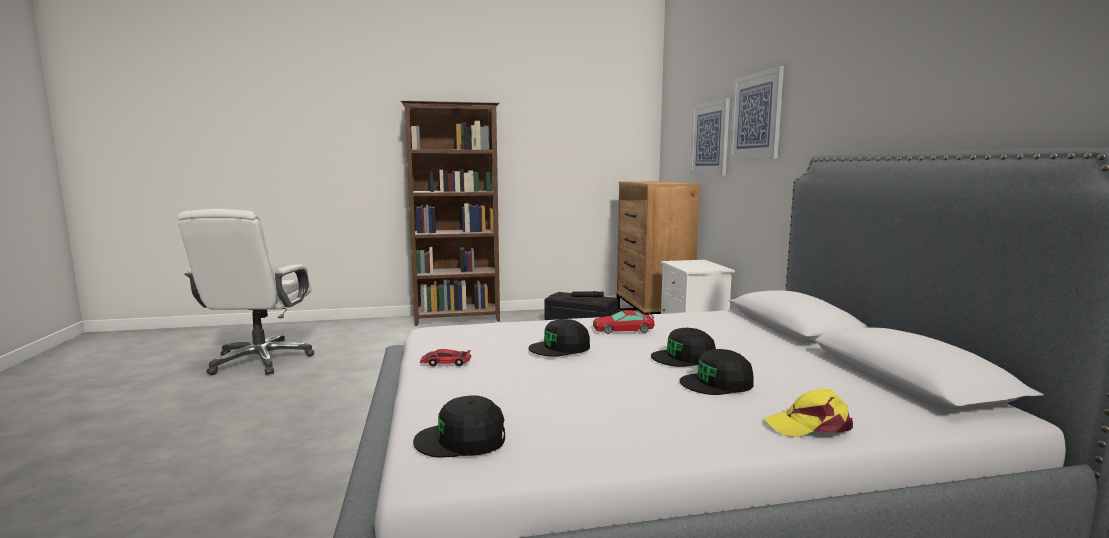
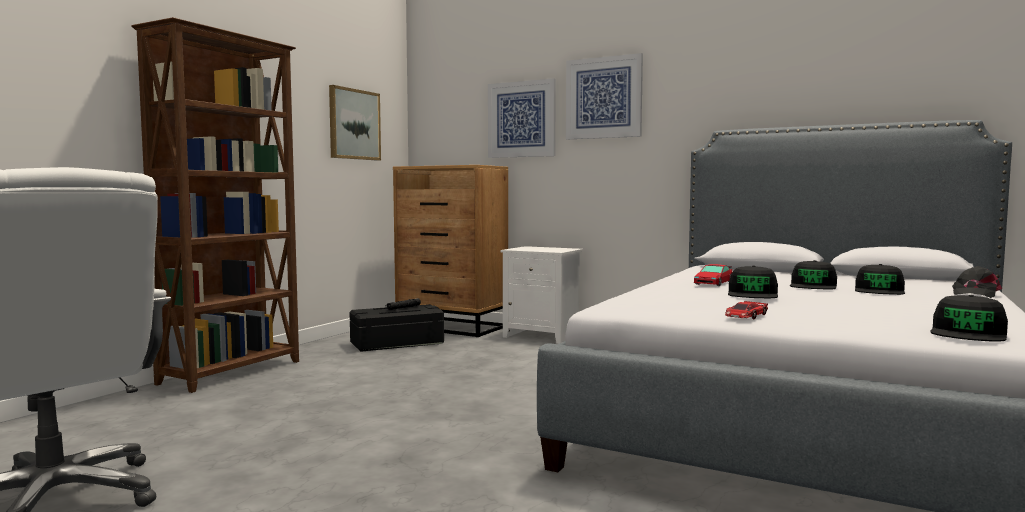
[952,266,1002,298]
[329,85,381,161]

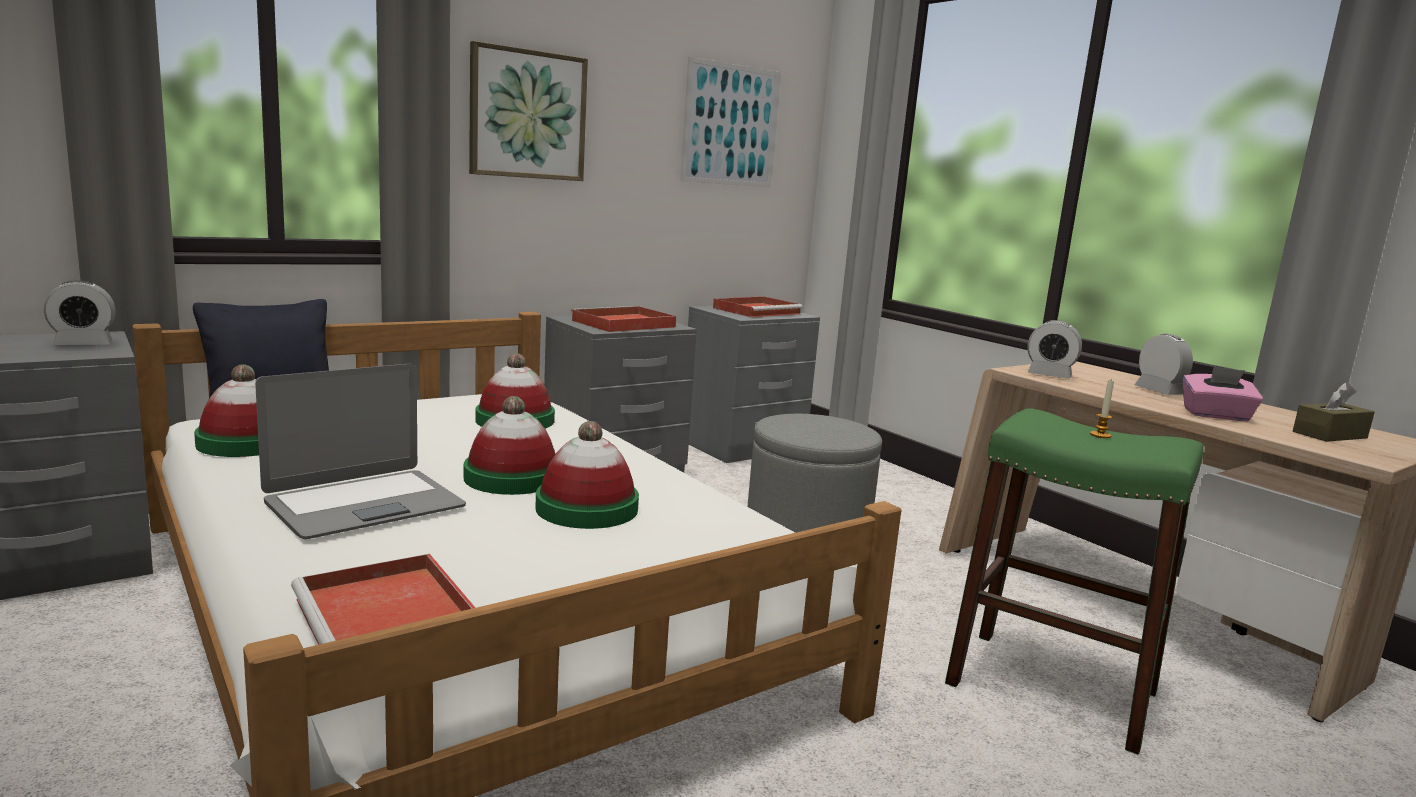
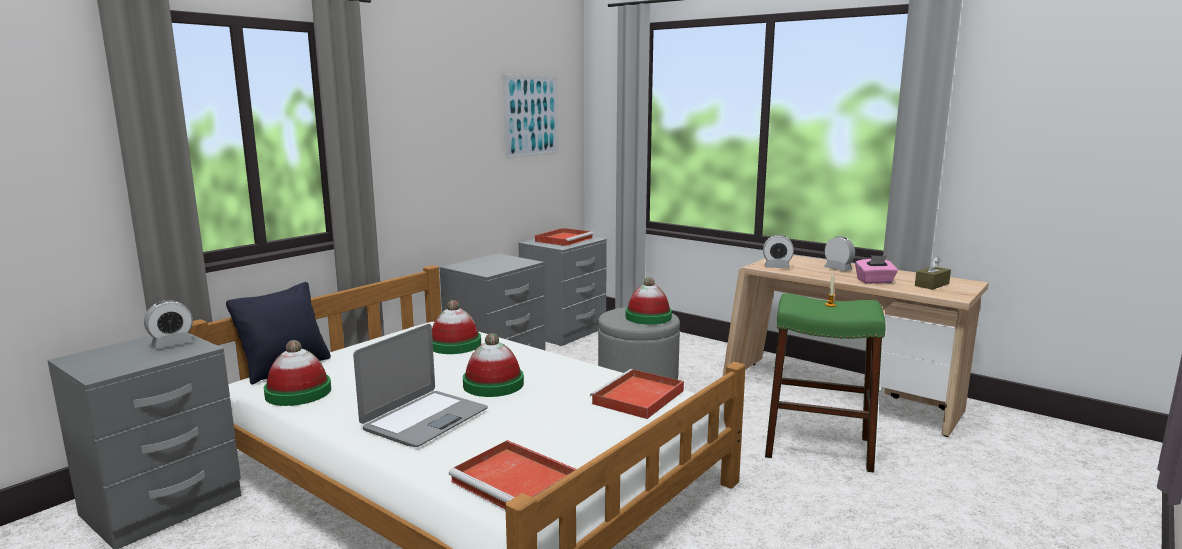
[469,41,588,181] (first image)
[590,369,684,419]
[625,277,672,325]

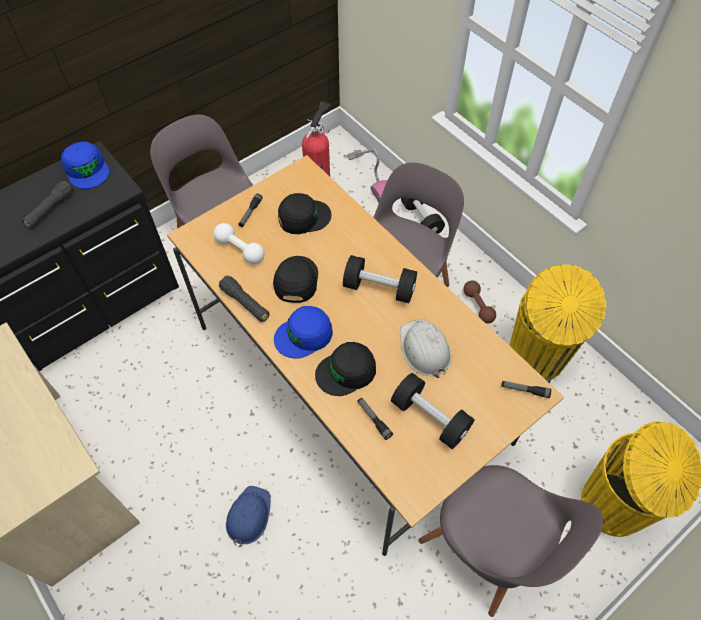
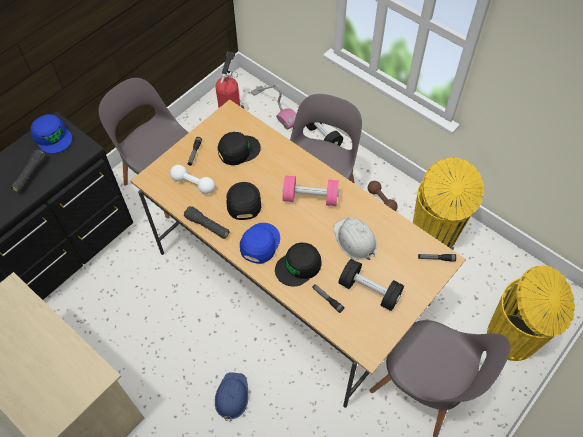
[282,175,339,206]
[240,223,280,264]

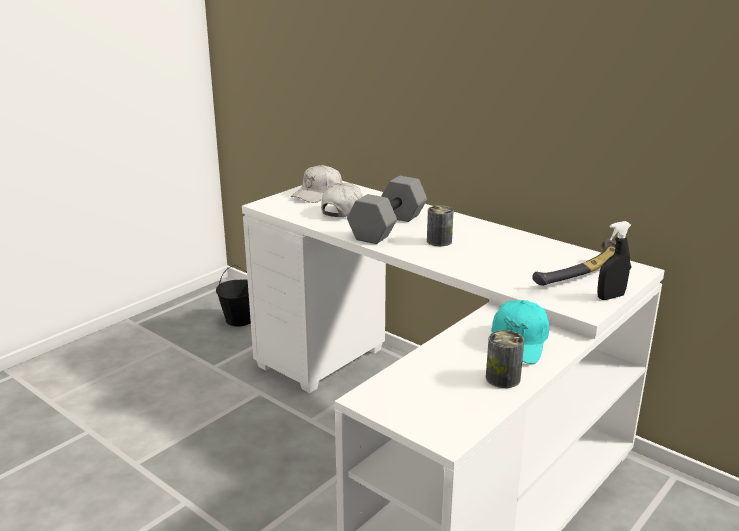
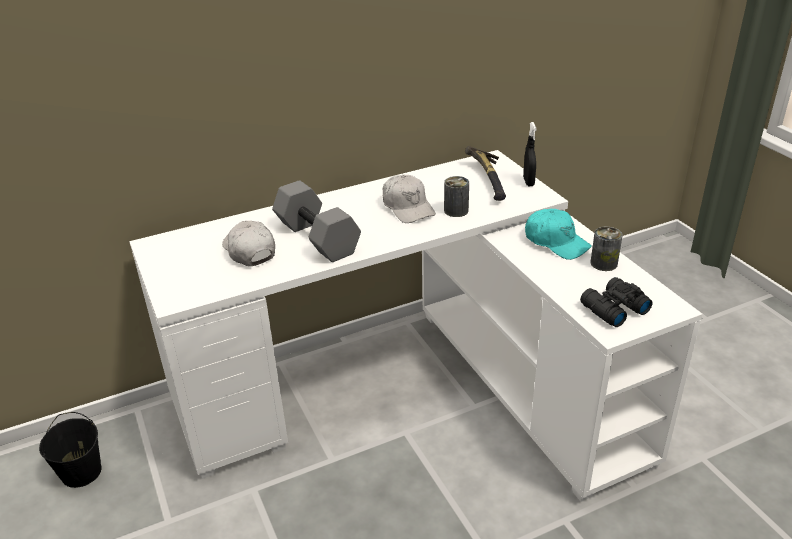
[383,175,436,223]
[444,176,469,217]
[580,277,652,327]

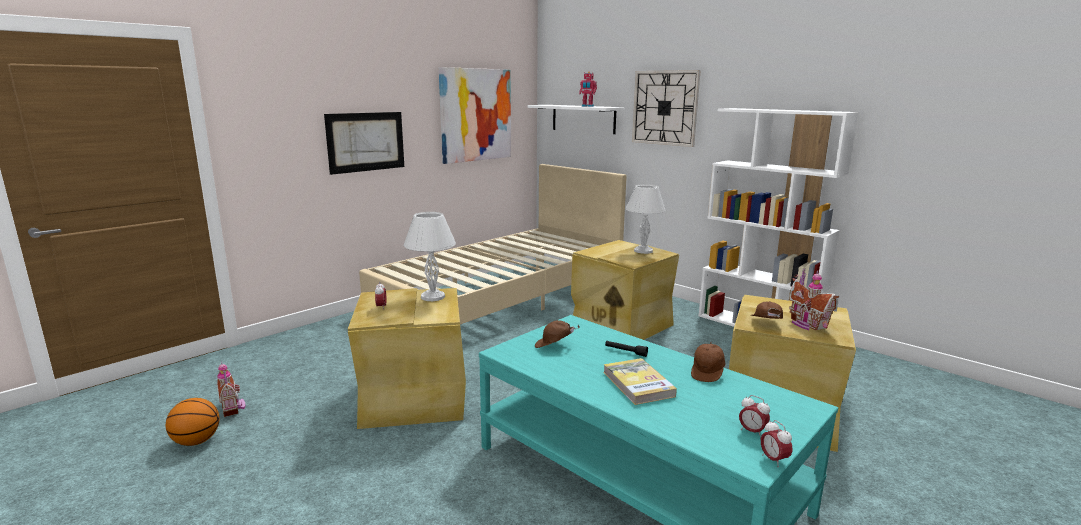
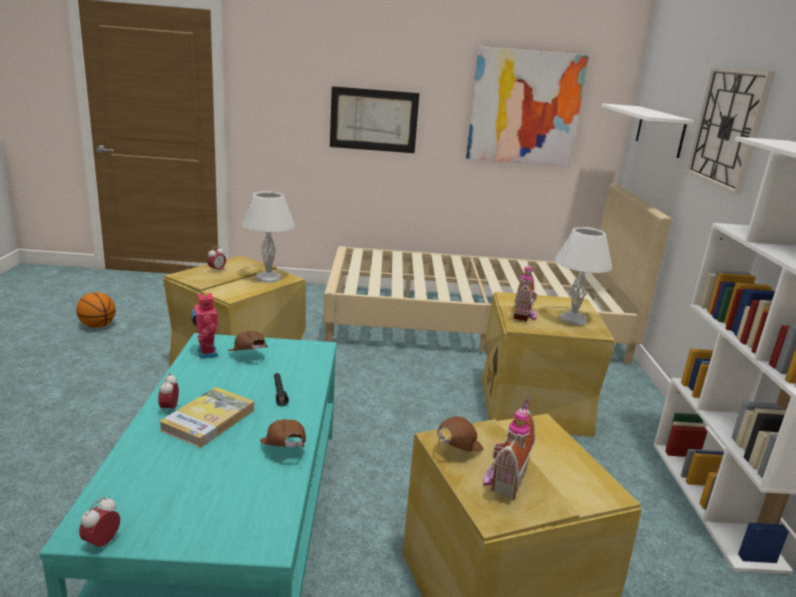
[191,291,218,359]
[260,419,306,447]
[513,263,538,321]
[158,373,179,414]

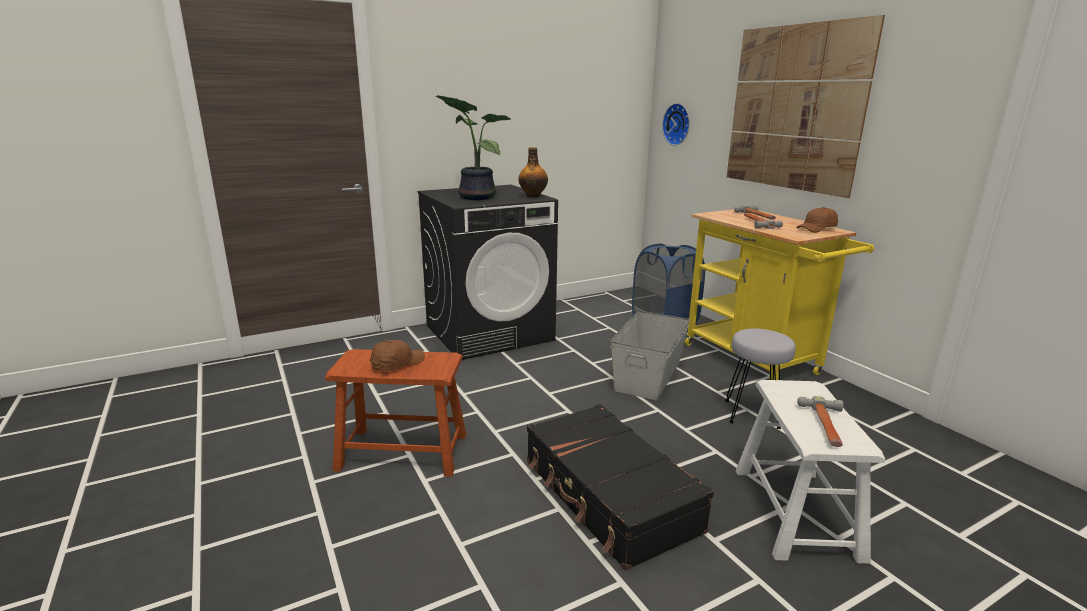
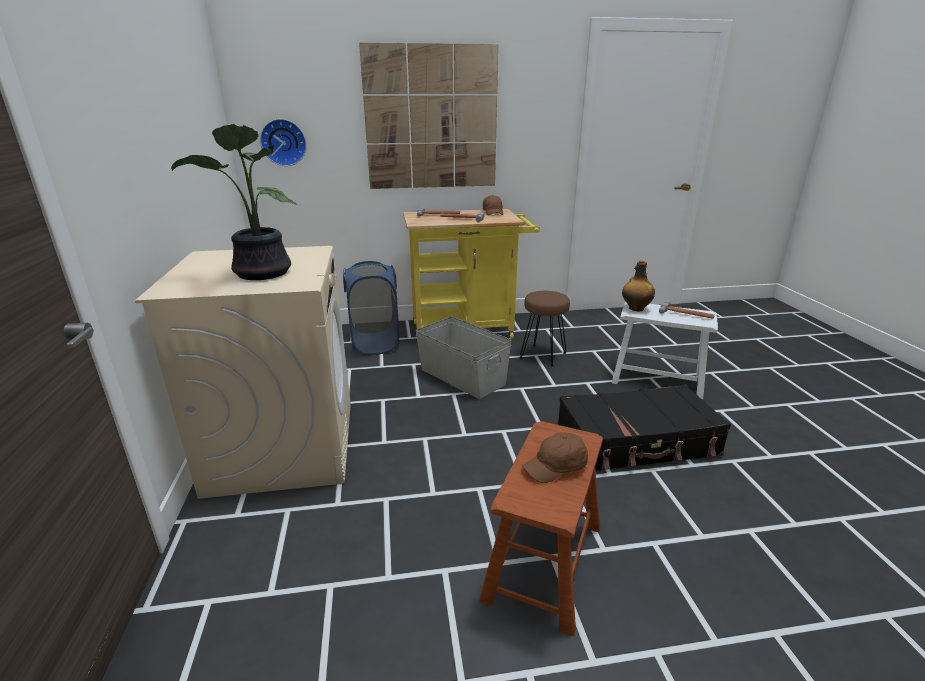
[622,261,655,311]
[135,246,351,499]
[519,291,570,366]
[522,432,588,483]

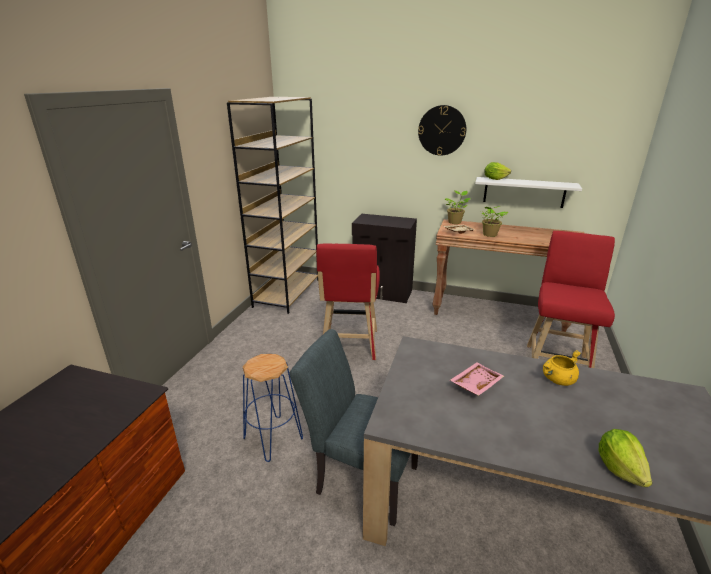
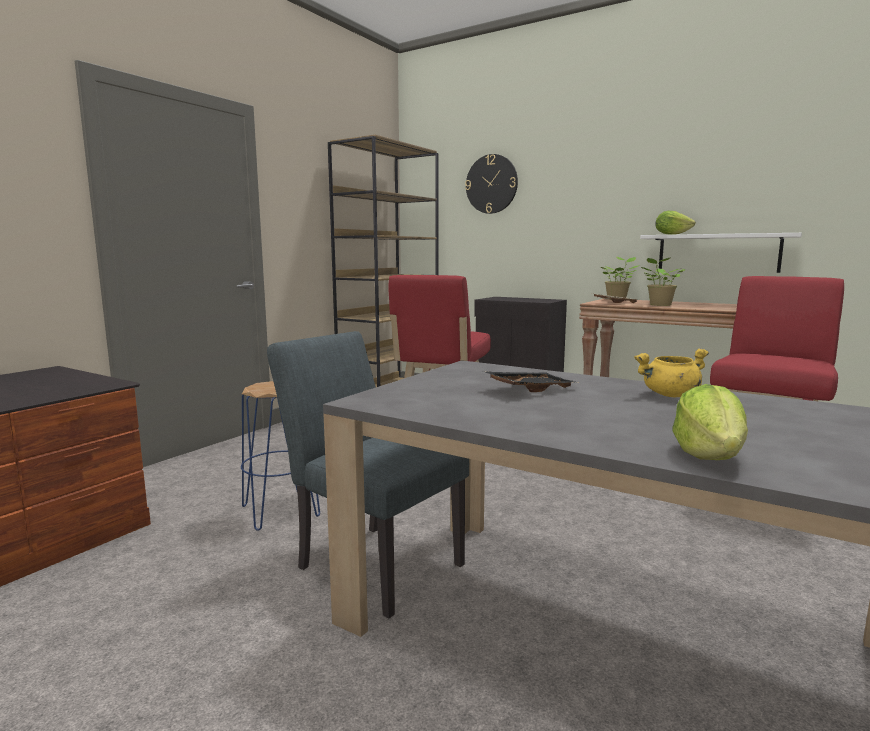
[465,154,518,214]
[483,371,578,392]

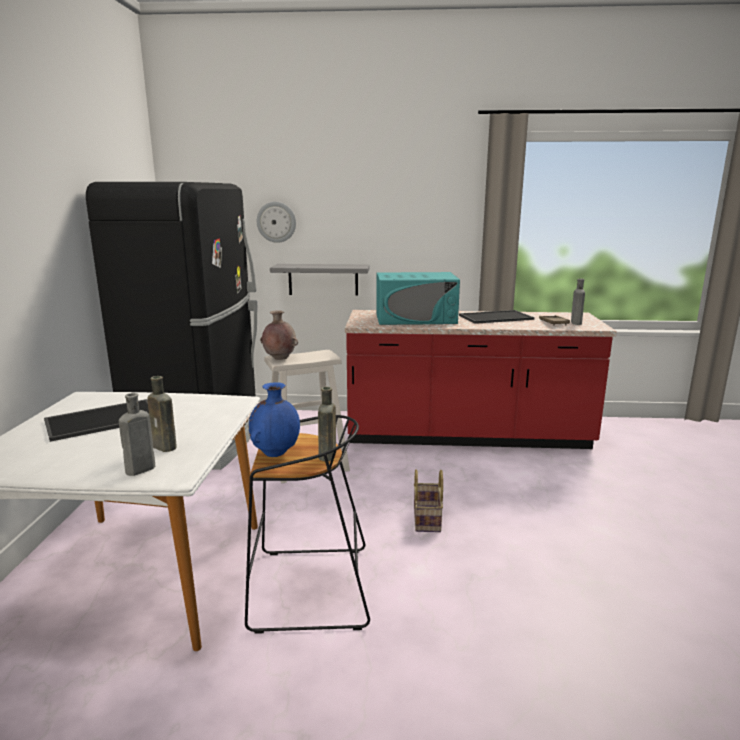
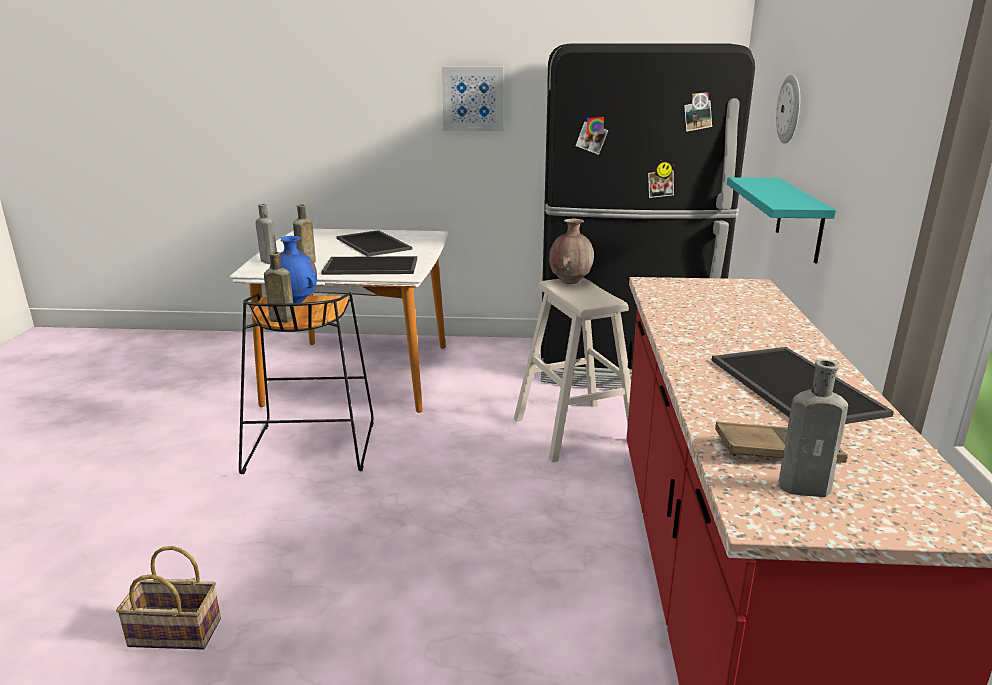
[727,177,836,264]
[376,272,460,325] (first image)
[116,546,221,650]
[442,67,504,131]
[321,256,417,275]

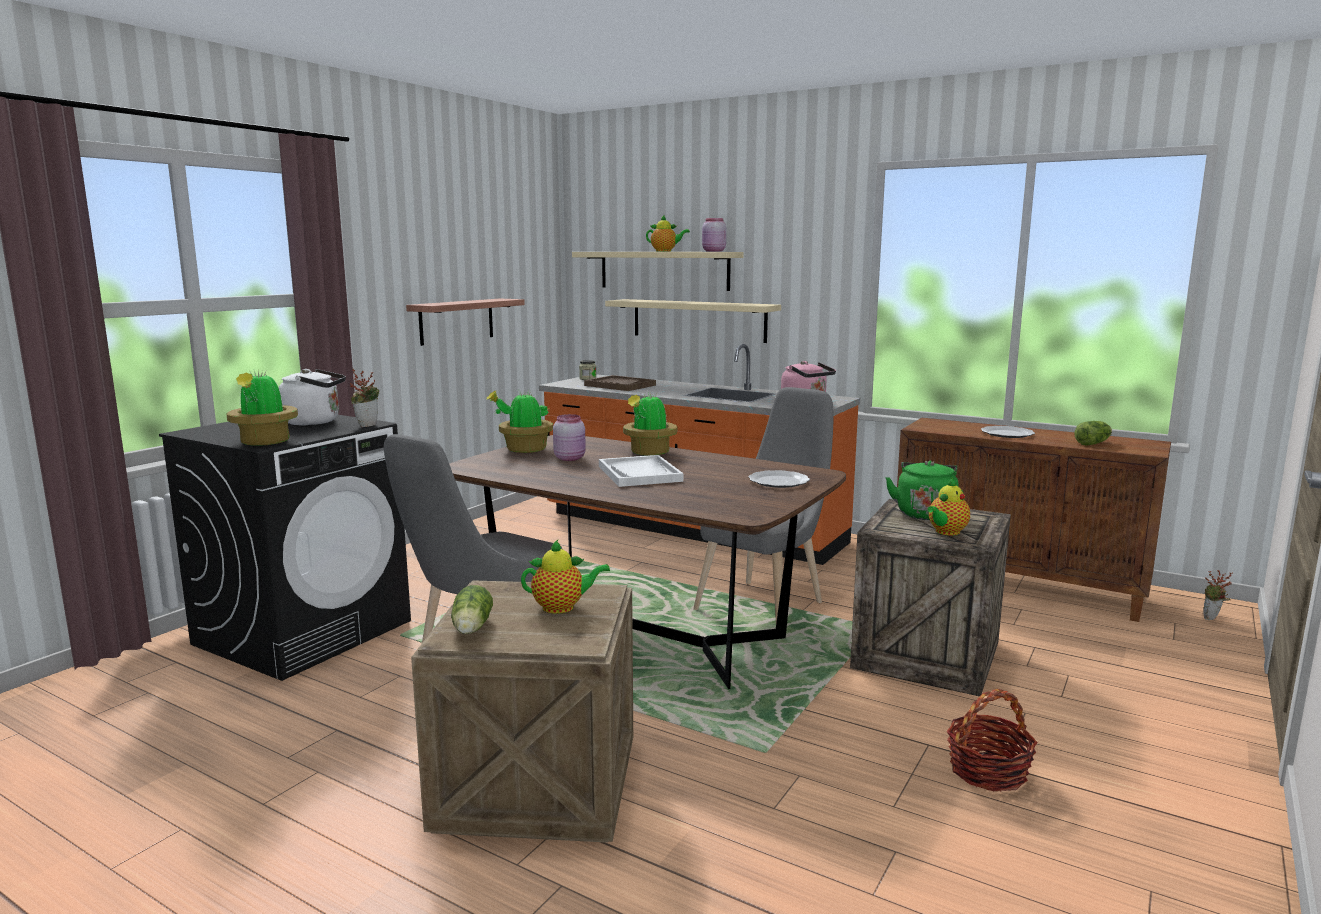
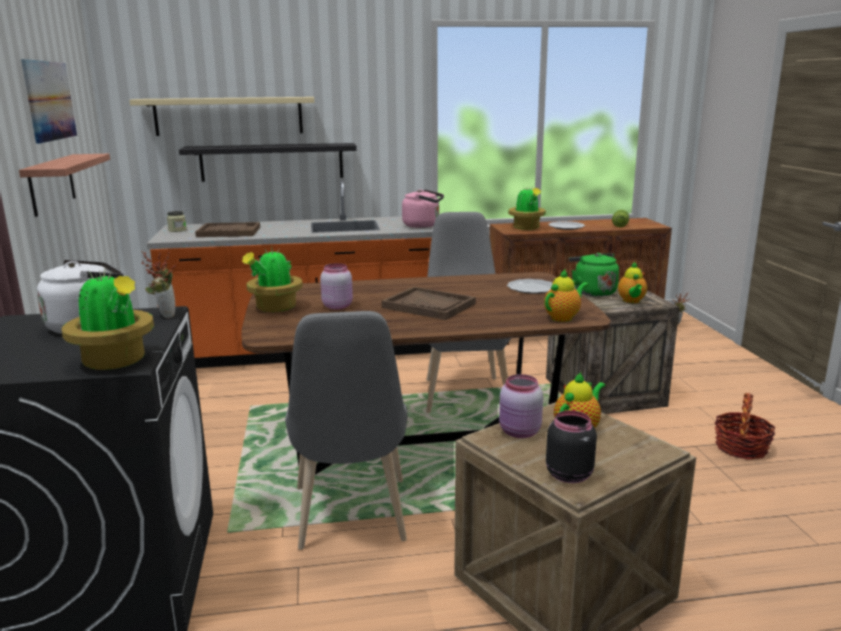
[544,269,589,322]
[499,374,543,438]
[179,143,357,182]
[508,185,546,230]
[382,287,476,320]
[546,410,597,483]
[21,59,77,144]

